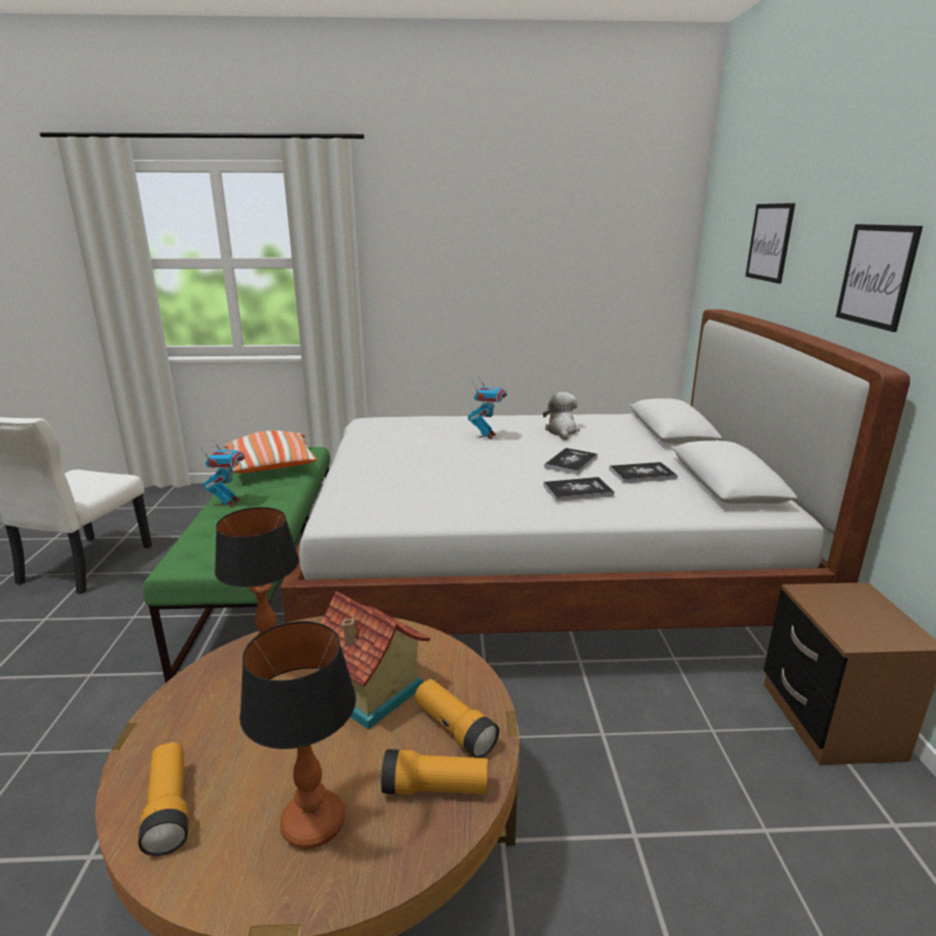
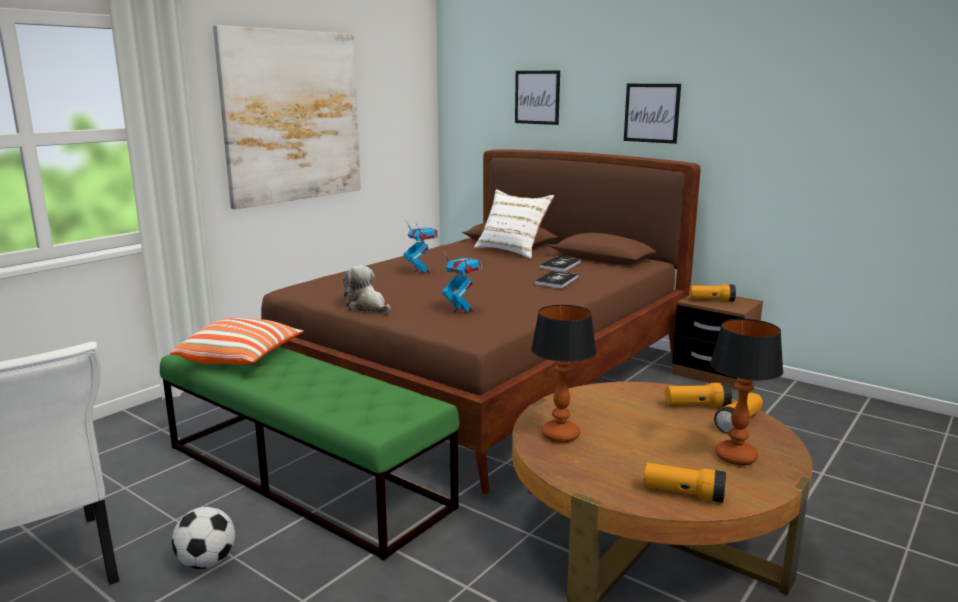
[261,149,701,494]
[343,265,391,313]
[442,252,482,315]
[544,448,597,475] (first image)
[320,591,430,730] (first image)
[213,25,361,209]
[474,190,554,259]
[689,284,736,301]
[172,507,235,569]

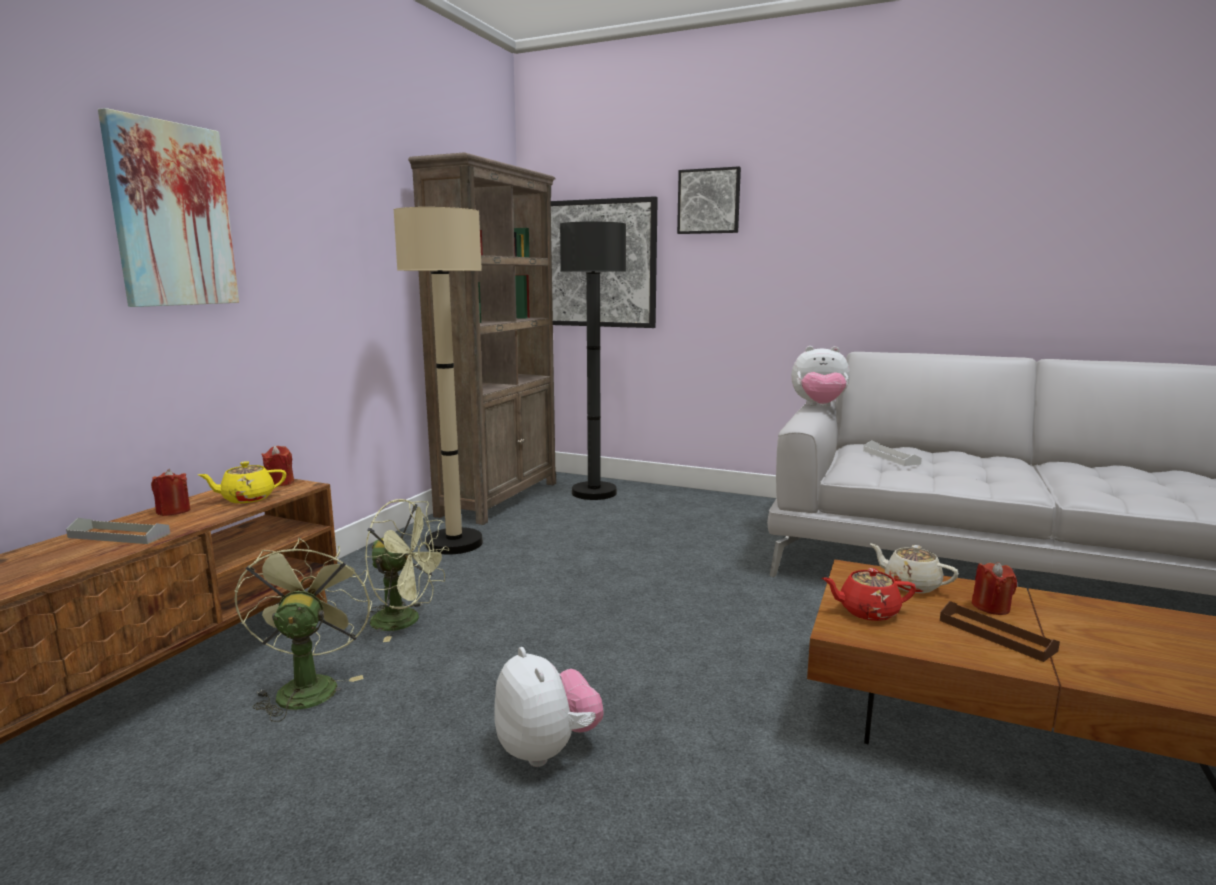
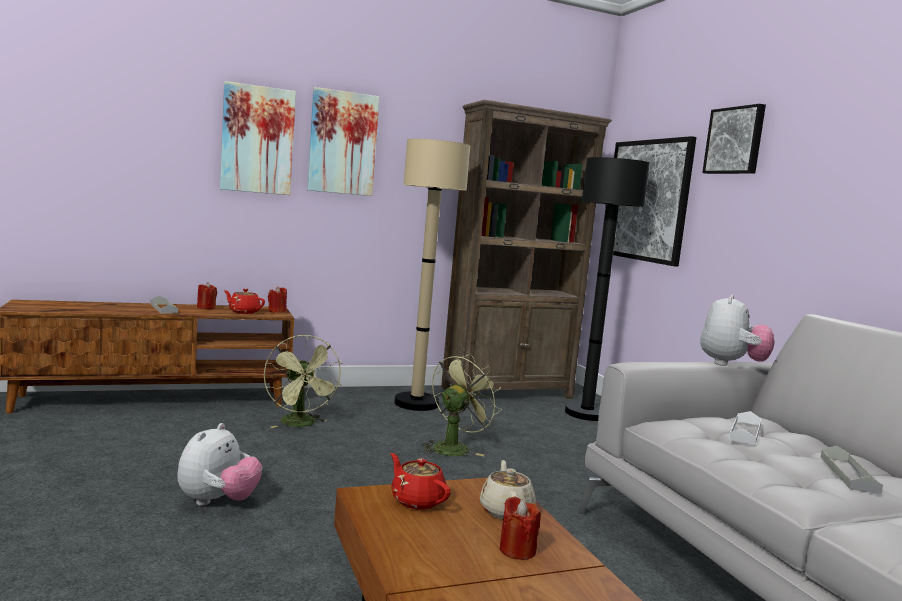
[700,294,775,366]
[224,289,265,314]
[422,354,502,456]
[940,601,1060,662] (first image)
[307,87,380,196]
[821,446,883,494]

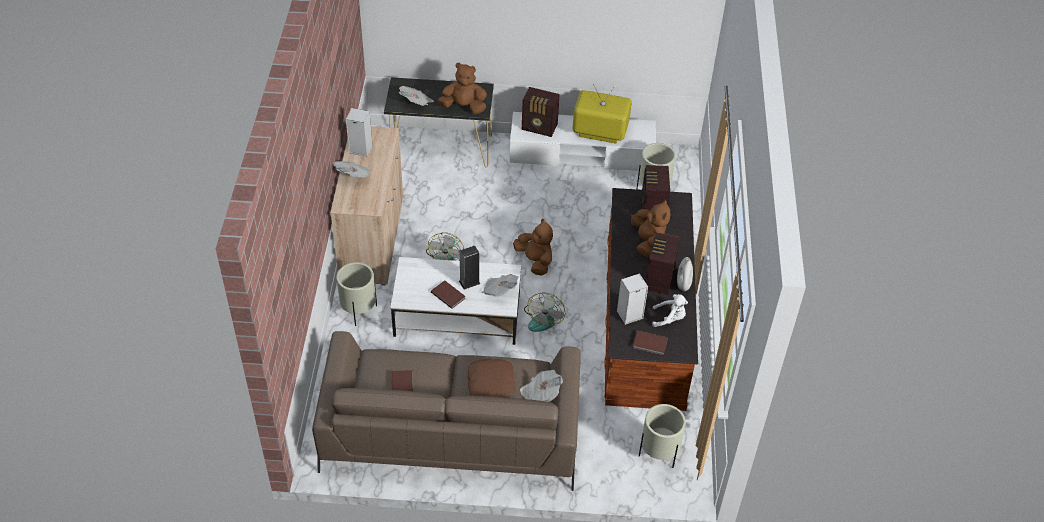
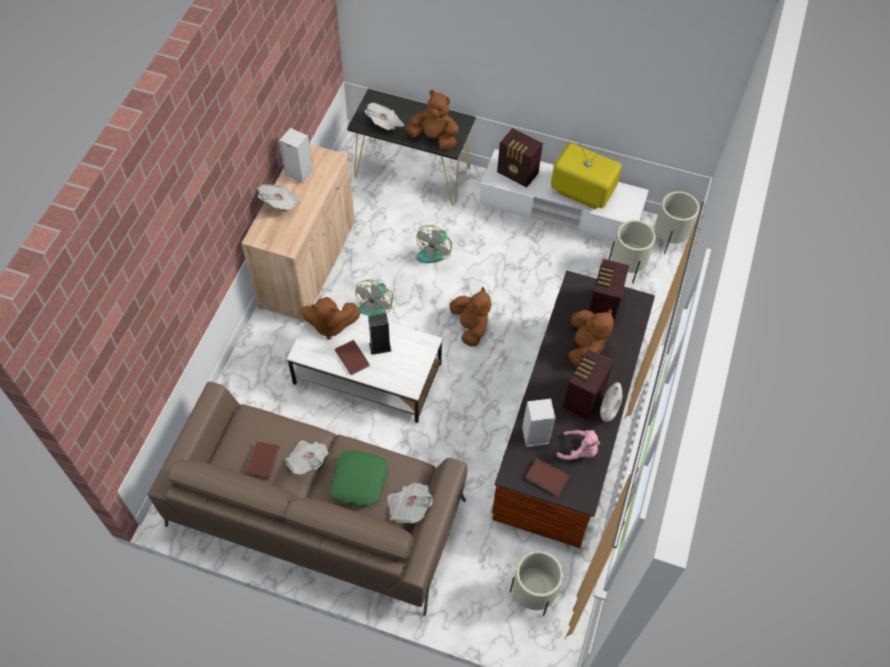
[655,191,700,254]
[285,440,329,475]
[416,225,452,263]
[556,430,600,460]
[329,450,388,506]
[300,297,361,340]

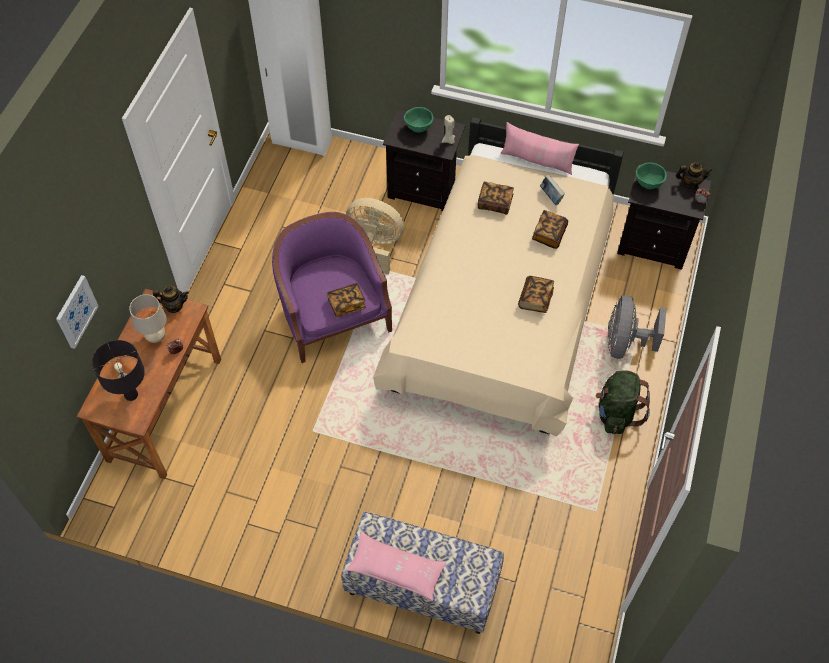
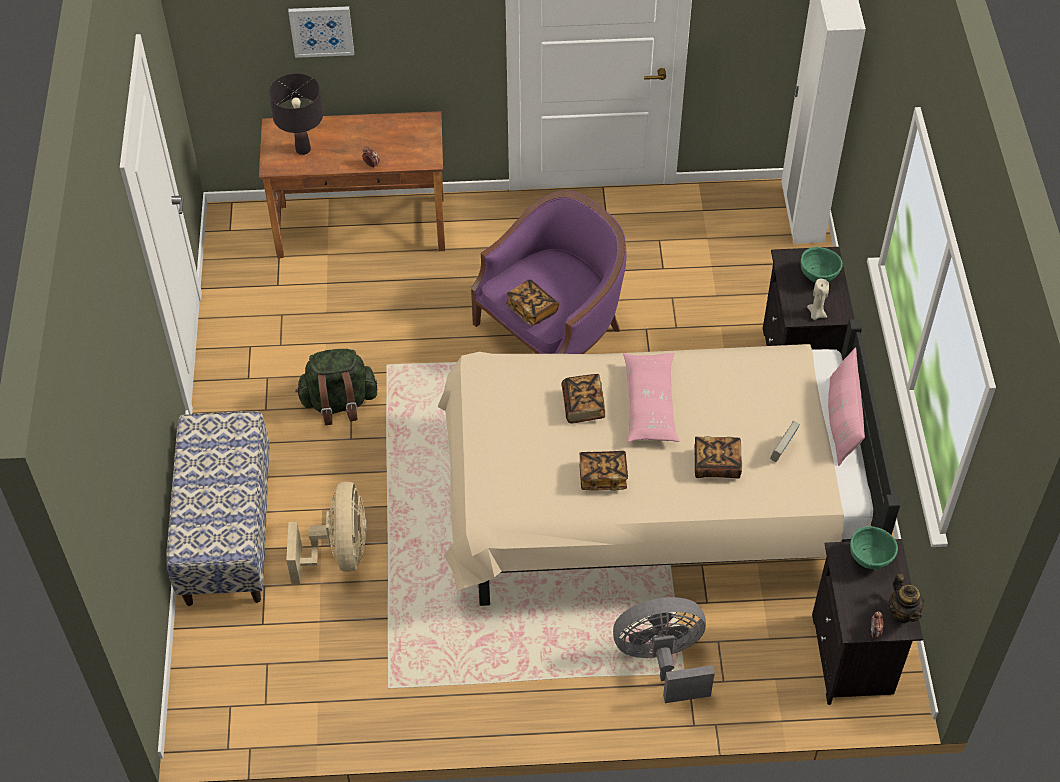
[562,374,605,424]
[286,482,367,585]
[153,286,189,313] (first image)
[129,295,167,343] (first image)
[295,349,377,425]
[623,353,679,442]

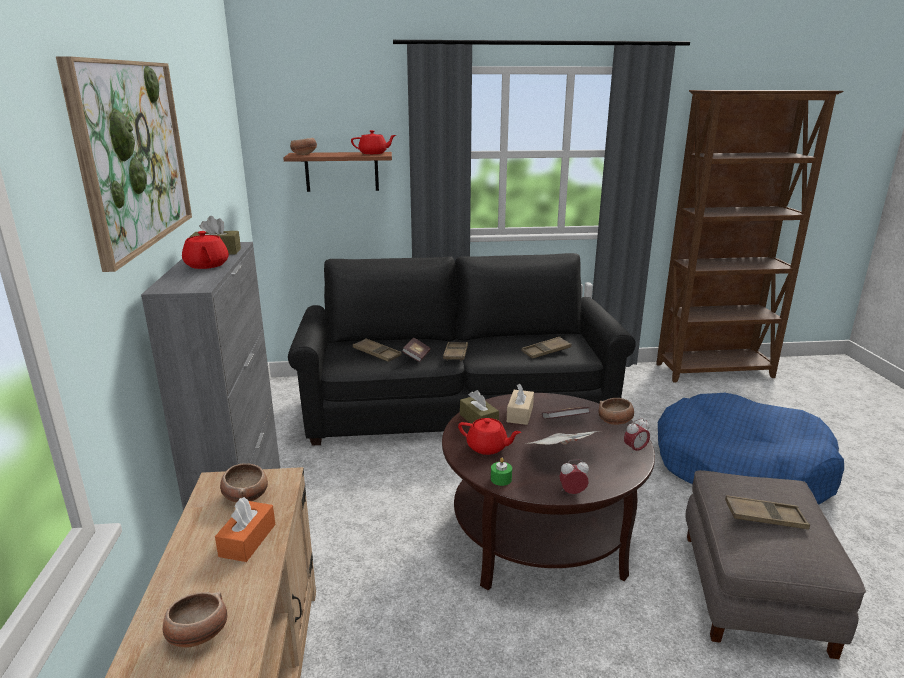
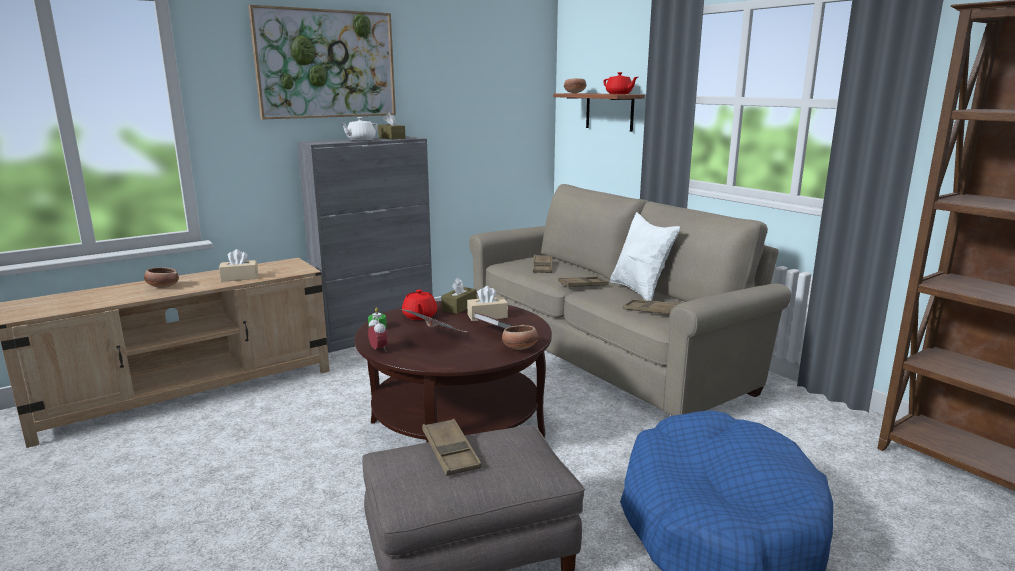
[340,117,378,141]
[469,184,791,416]
[402,338,431,362] (first image)
[624,418,650,454] (first image)
[220,463,268,503] (first image)
[219,249,258,282]
[610,212,680,301]

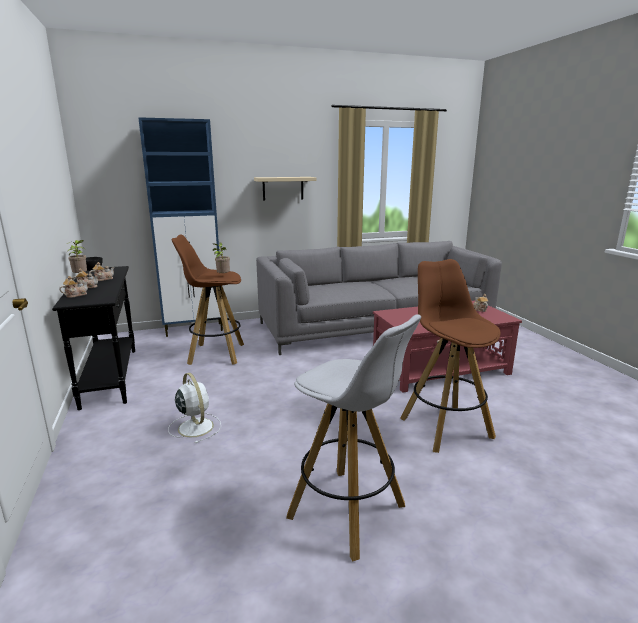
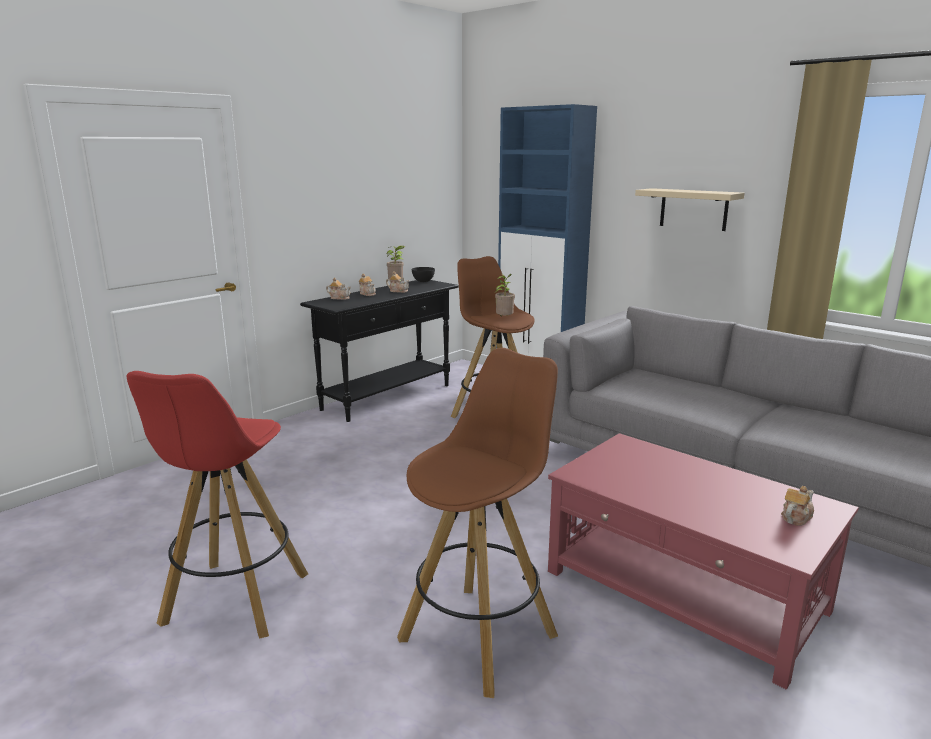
[126,371,308,639]
[168,373,221,443] (first image)

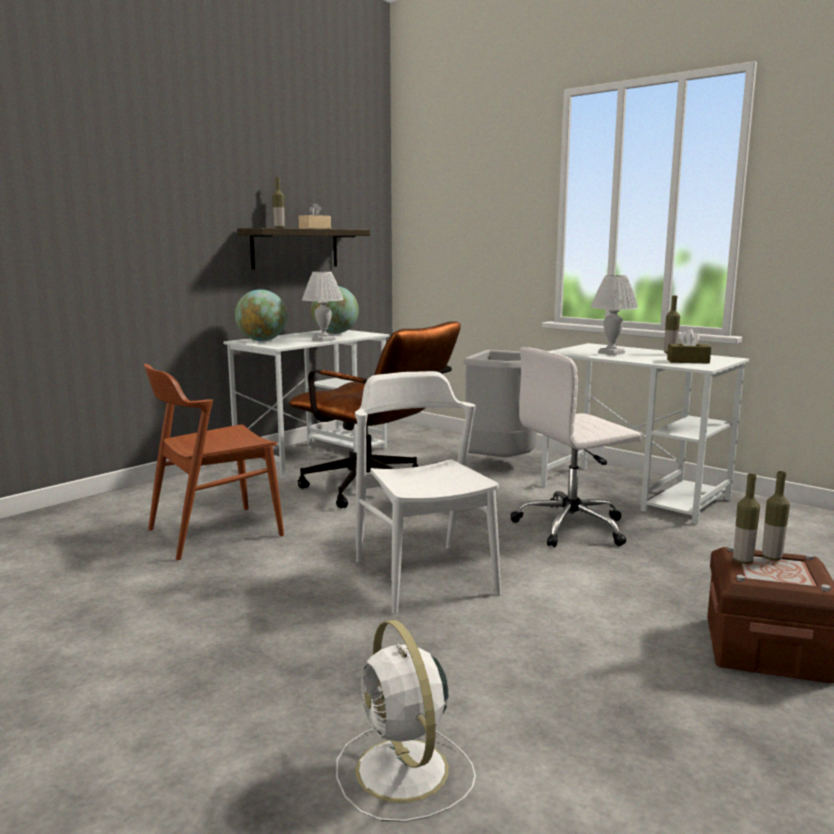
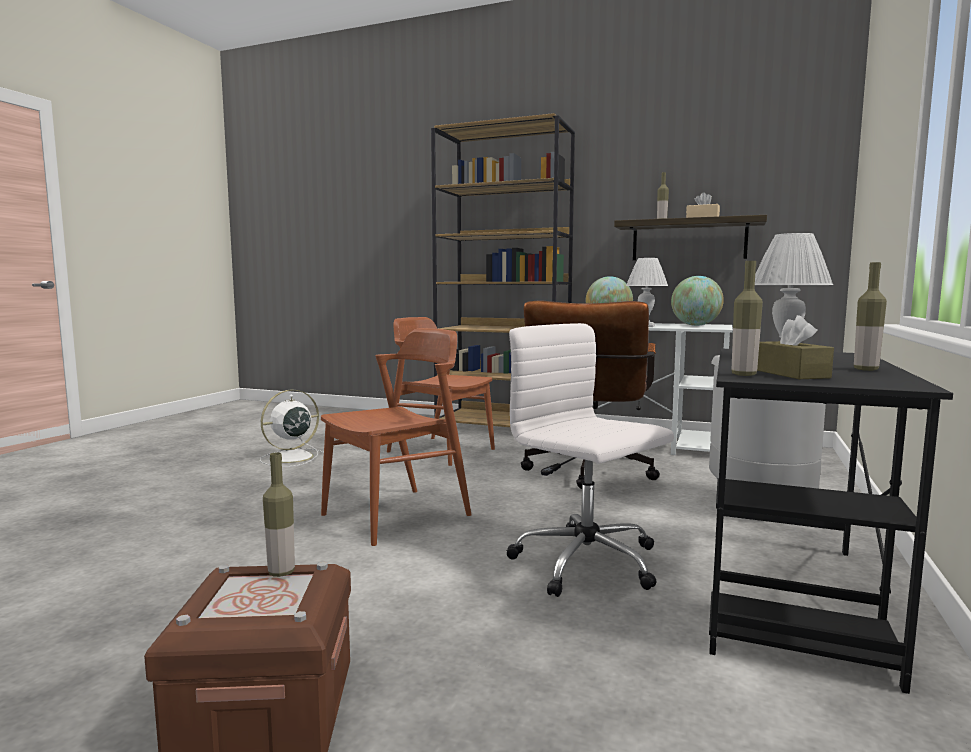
[709,349,953,694]
[321,328,471,546]
[731,261,763,376]
[260,389,324,467]
[431,113,575,427]

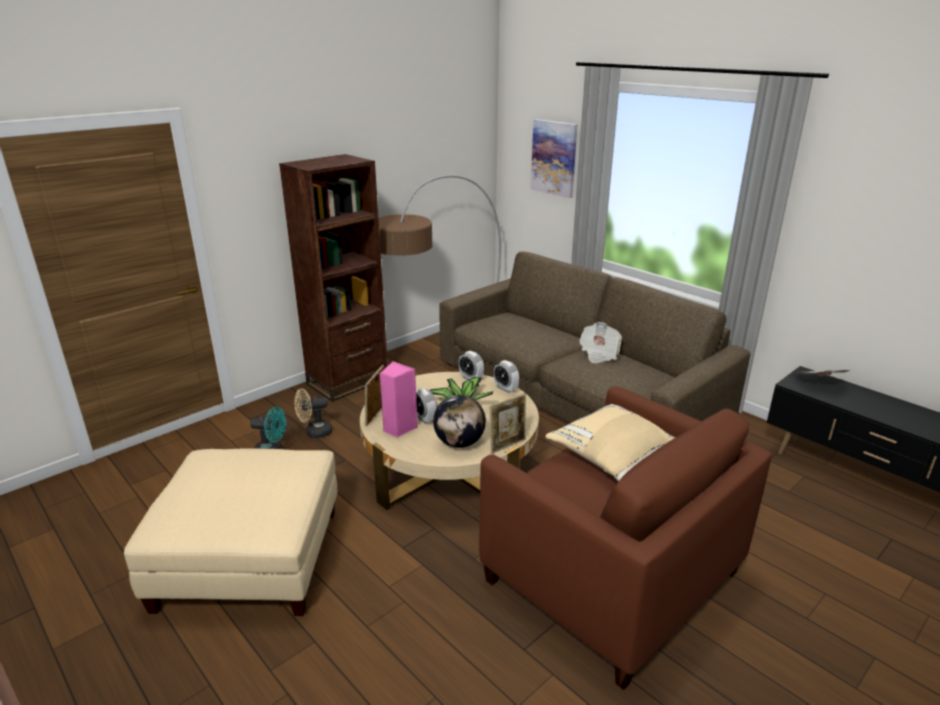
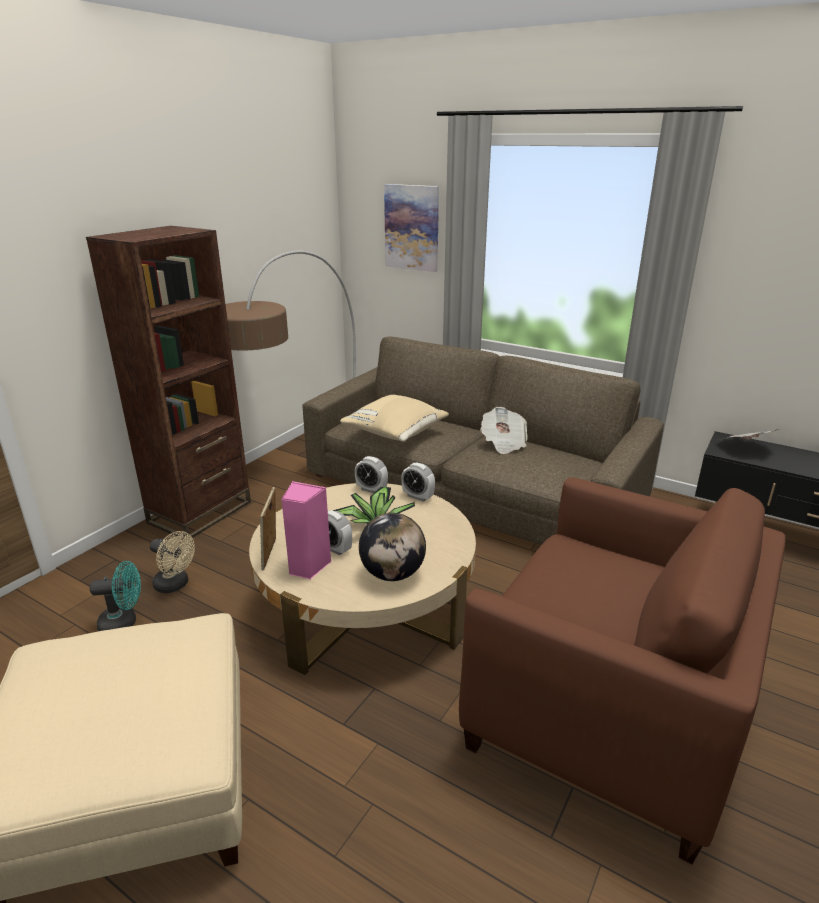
[150,531,195,593]
[490,393,526,454] (first image)
[340,395,449,442]

